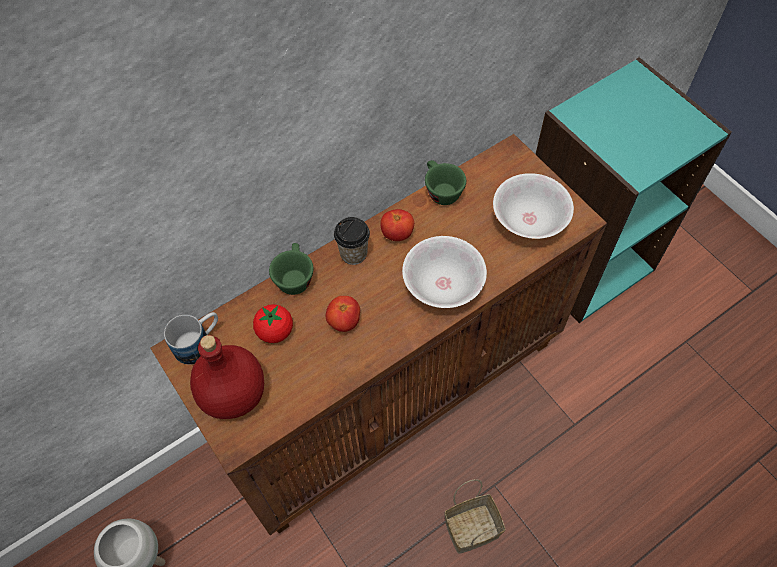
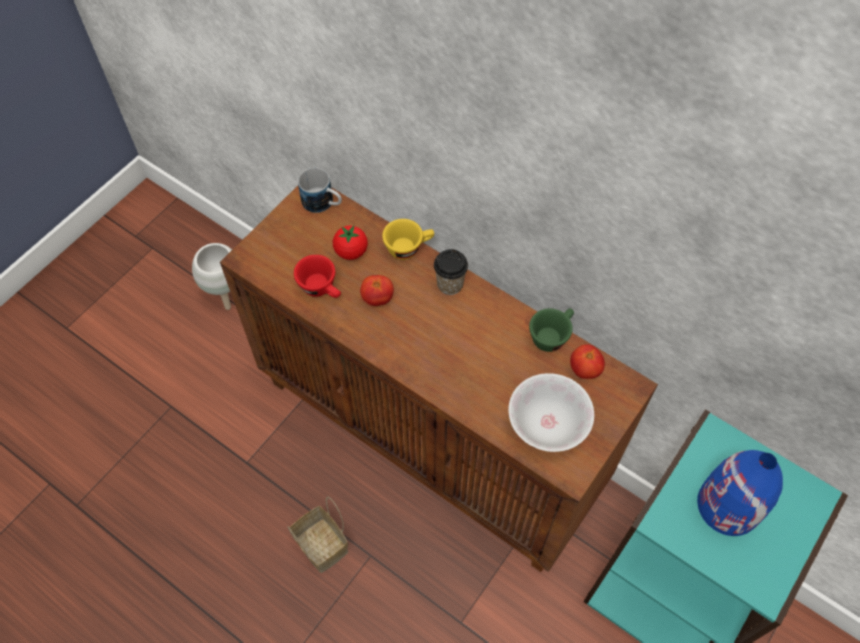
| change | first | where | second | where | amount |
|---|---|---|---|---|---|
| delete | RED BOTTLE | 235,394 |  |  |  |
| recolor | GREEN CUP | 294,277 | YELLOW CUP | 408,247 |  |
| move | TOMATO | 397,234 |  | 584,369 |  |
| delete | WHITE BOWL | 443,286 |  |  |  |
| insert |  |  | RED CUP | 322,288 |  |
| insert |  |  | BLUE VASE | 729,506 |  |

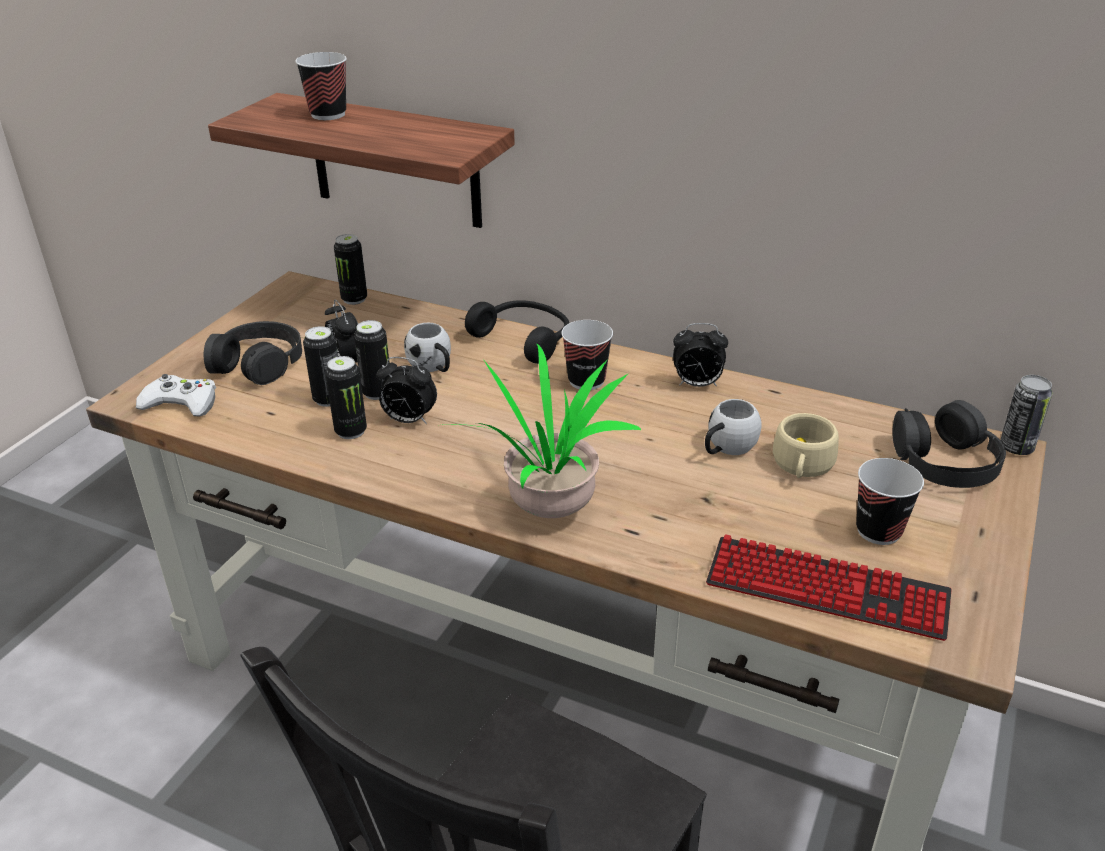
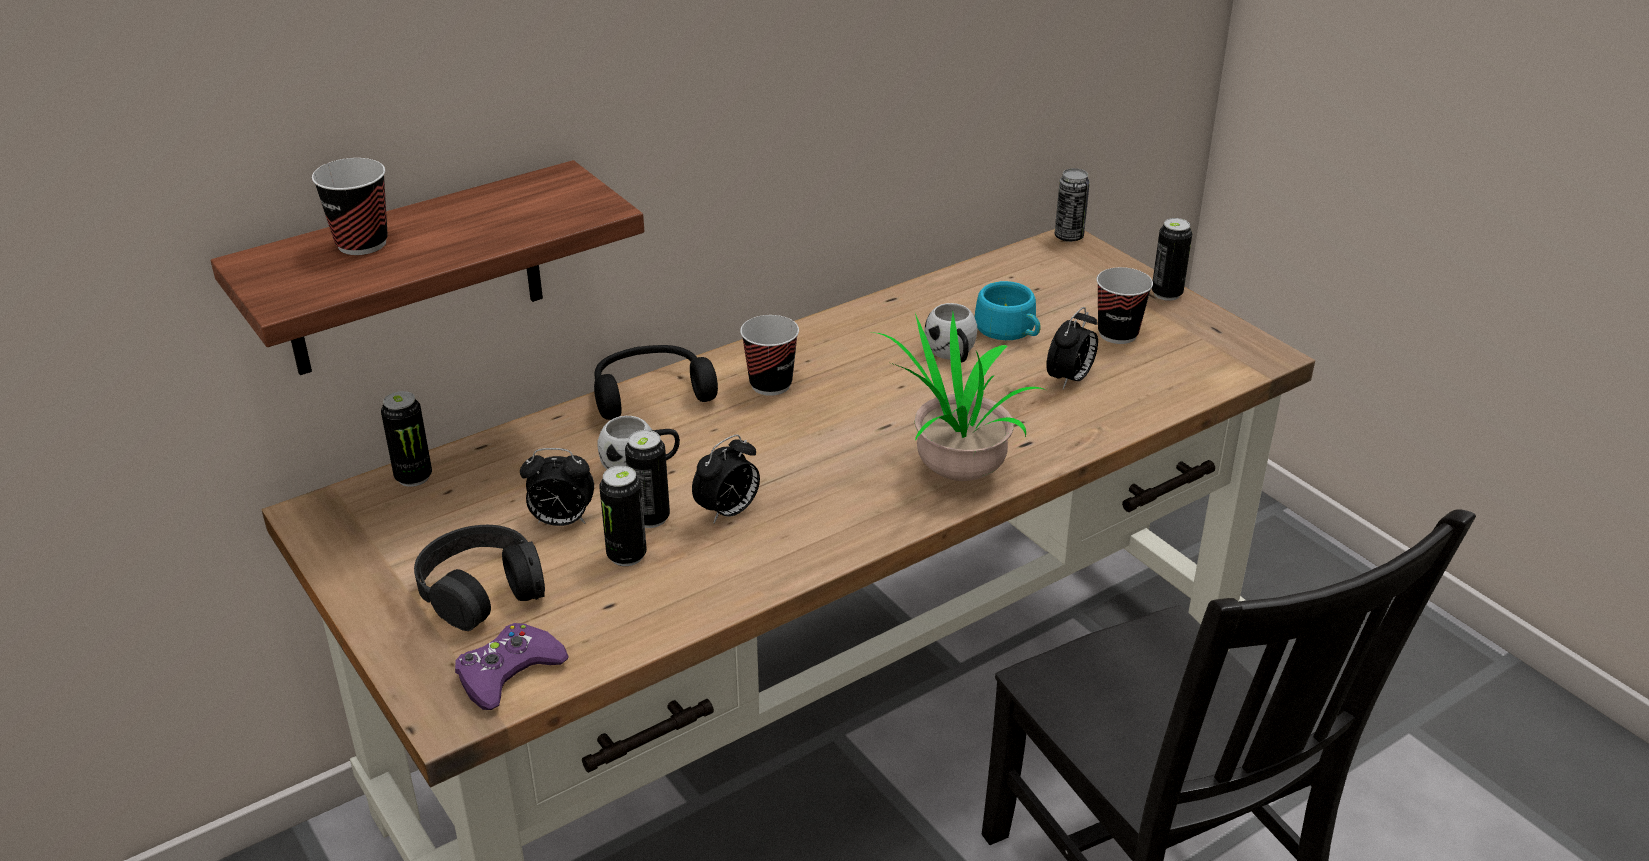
| change | first | where | second | where | amount |
|---|---|---|---|---|---|
| recolor | WHITE GAME CONTROLLER | 181,403 | PURPLE GAME CONTROLLER | 508,673 |  |
| move | CAN | 351,431 |  | 1166,294 |  |
| move | ALARM CLOCK | 697,384 |  | 1070,379 |  |
| delete | KEYBOARD | 826,590 |  |  |  |
| recolor | BEIGE CUP | 802,466 | TURQUOISE CUP | 1009,331 |  |
| delete | BLACK HEADPHONES | 945,461 |  |  |  |

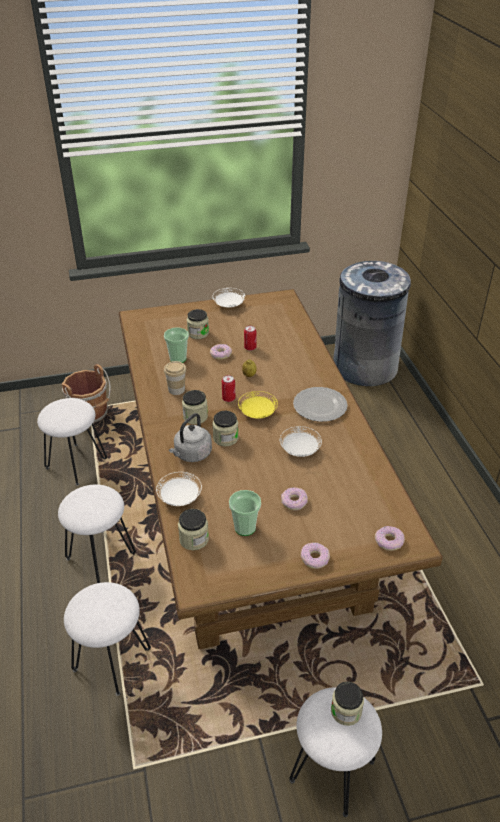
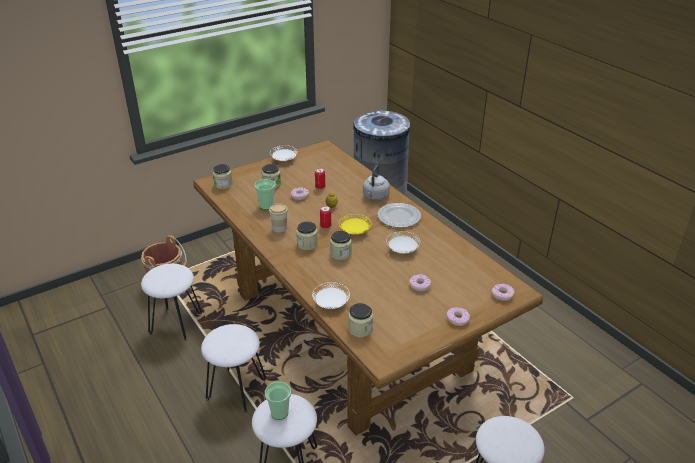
| change | first | where | second | where | amount |
|---|---|---|---|---|---|
| move | GREY KETTLE | 191,454 |  | 375,197 |  |
| move | CUP | 245,528 |  | 279,413 |  |
| move | JAR | 346,711 |  | 223,184 |  |

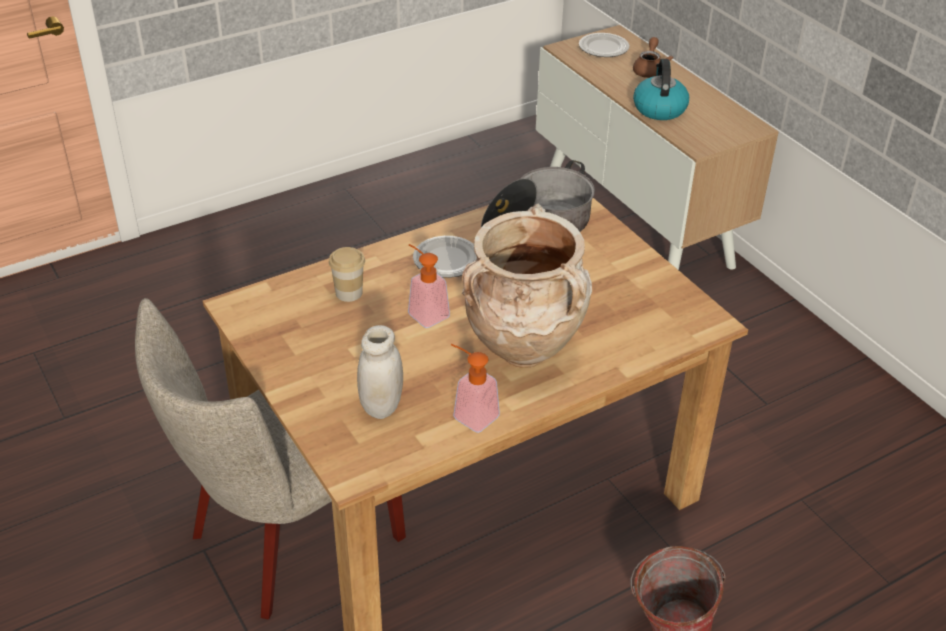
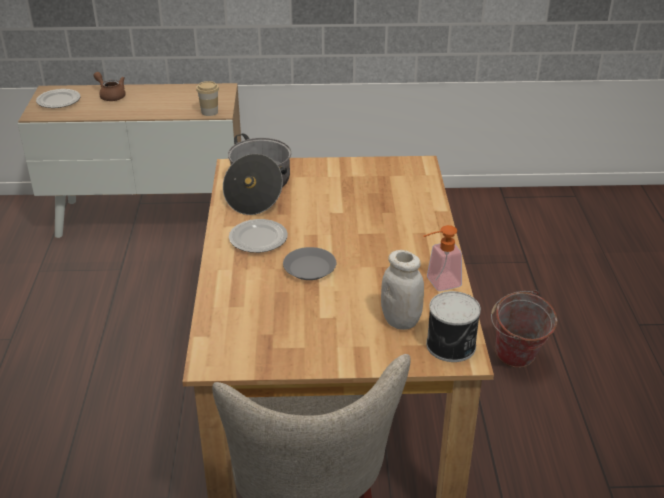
| change | first | where | second | where | amount |
|---|---|---|---|---|---|
| move | CUP | 349,293 |  | 209,112 |  |
| replace | SOAP DISPENSER | 424,312 | GREY PLATE | 310,268 |  |
| delete | BEIGE VASE | 524,356 |  |  |  |
| delete | KETTLE | 659,108 |  |  |  |
| insert |  |  | CAN | 452,346 |  |

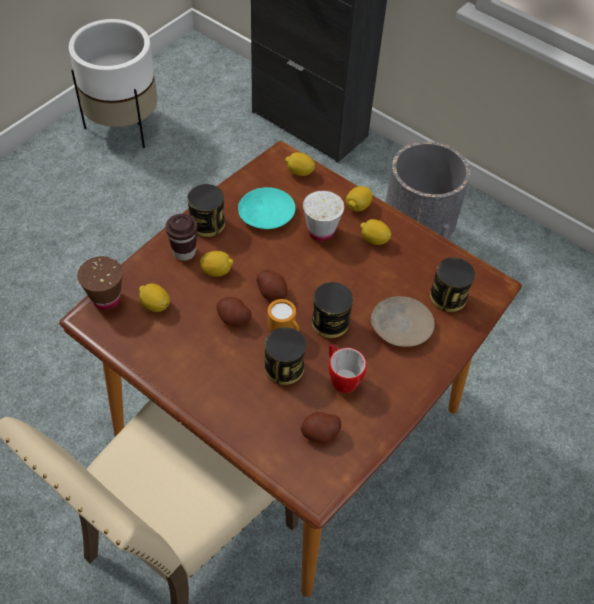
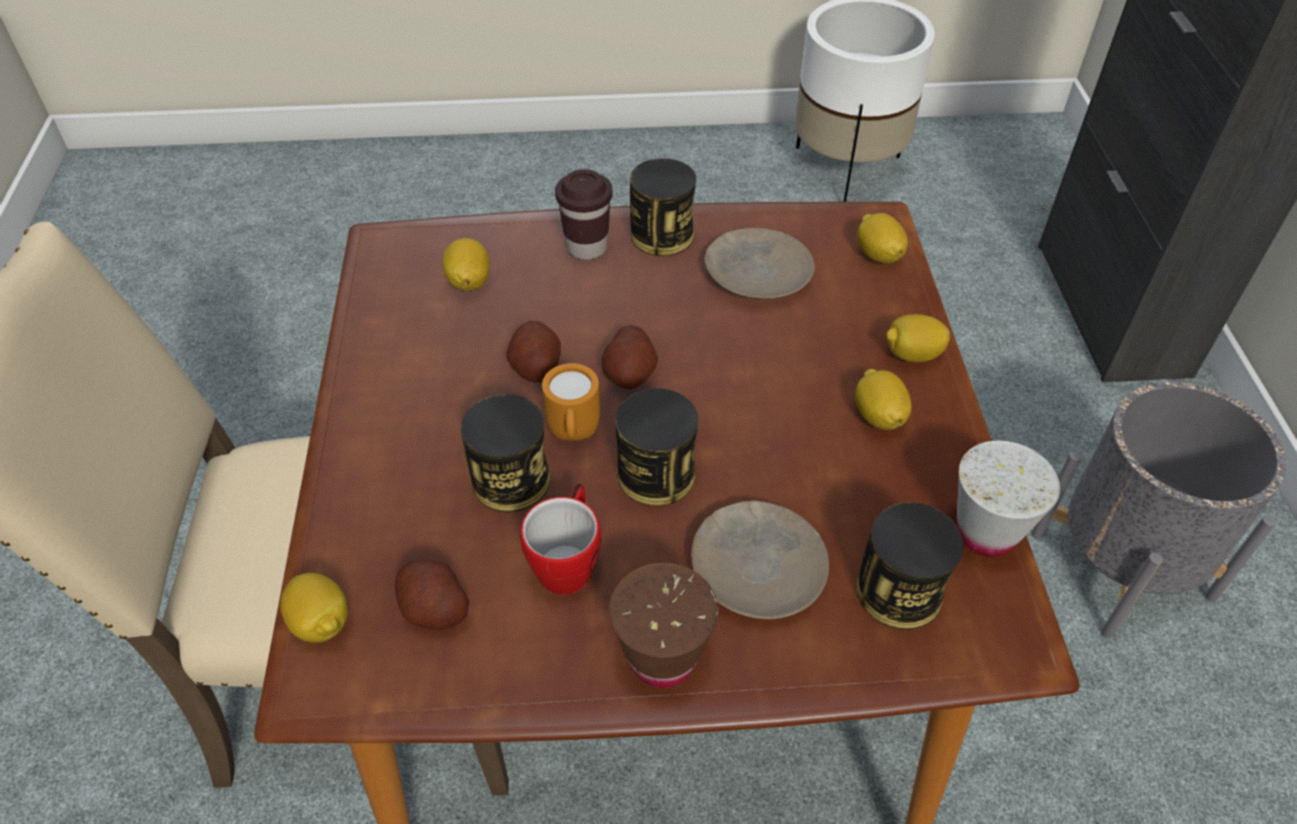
| change | first | where | second | where | amount |
|---|---|---|---|---|---|
| move | BROWN CUP | 106,299 |  | 662,659 |  |
| move | LEMON | 217,271 |  | 321,623 |  |
| recolor | TURQUOISE PLATE | 265,213 | BEIGE PLATE | 757,274 |  |
| move | WHITE CUP | 321,232 |  | 986,533 |  |

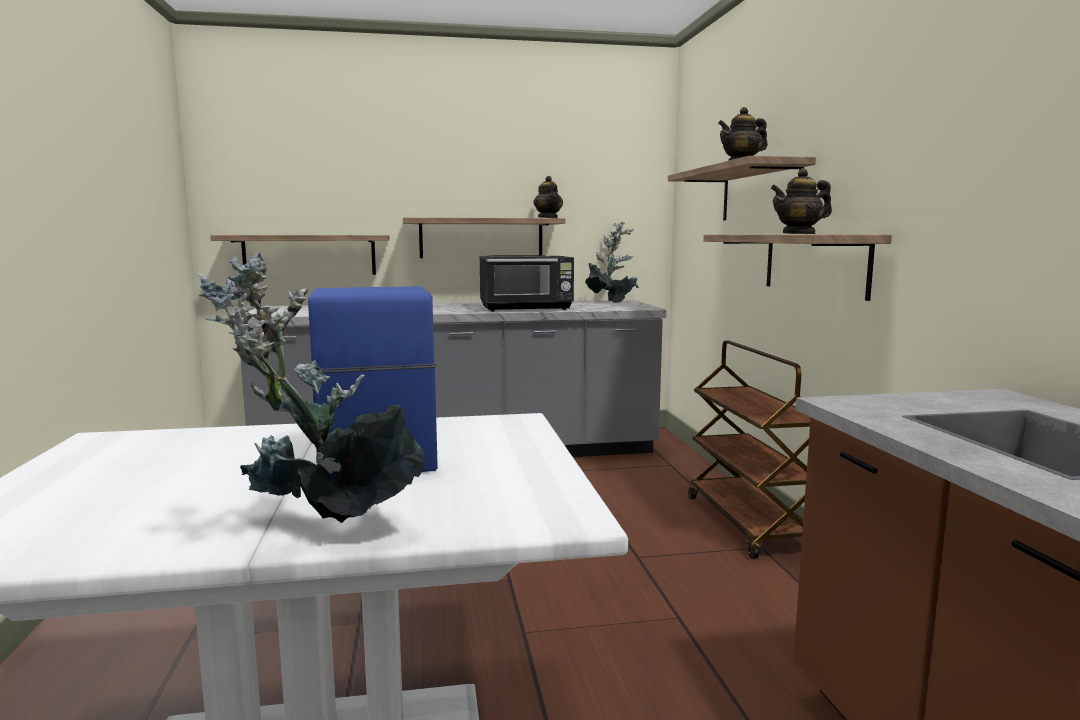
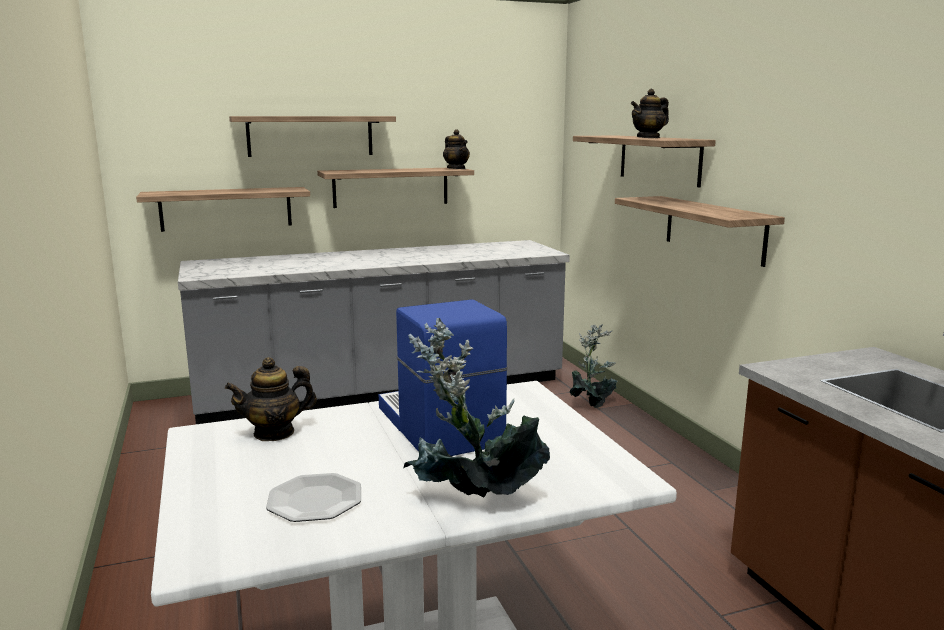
| change | first | where | second | where | amount |
|---|---|---|---|---|---|
| delete | BLACK MICROWAVE | 527,309 |  |  |  |
| move | POTTED PLANT | 612,301 |  | 592,404 |  |
| delete | BROWN CART | 749,524 |  |  |  |
| move | TEAPOT | 799,234 |  | 274,433 |  |
| insert |  |  | SHELF | 310,136 |  |
| insert |  |  | PLATE | 315,500 |  |

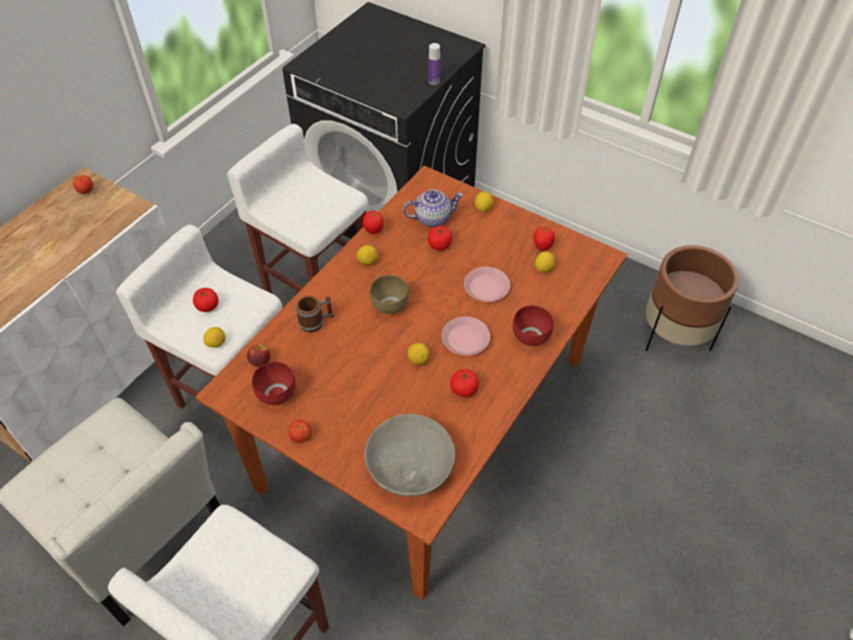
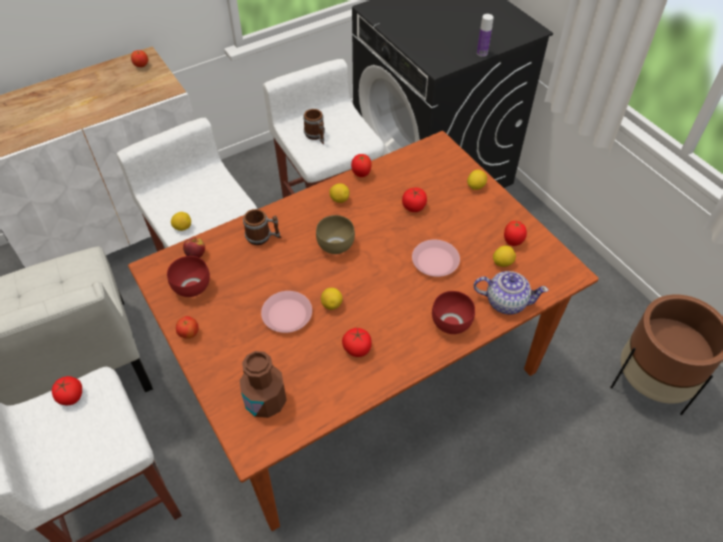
| change | first | where | second | where | amount |
|---|---|---|---|---|---|
| move | TOMATO | 207,306 |  | 71,396 |  |
| replace | GREY BOWL | 410,467 | BROWN BOTTLE | 265,401 |  |
| move | TEAPOT | 432,218 |  | 505,301 |  |
| move | PINK PLATE | 465,339 |  | 287,315 |  |
| insert |  |  | MUG | 316,136 |  |

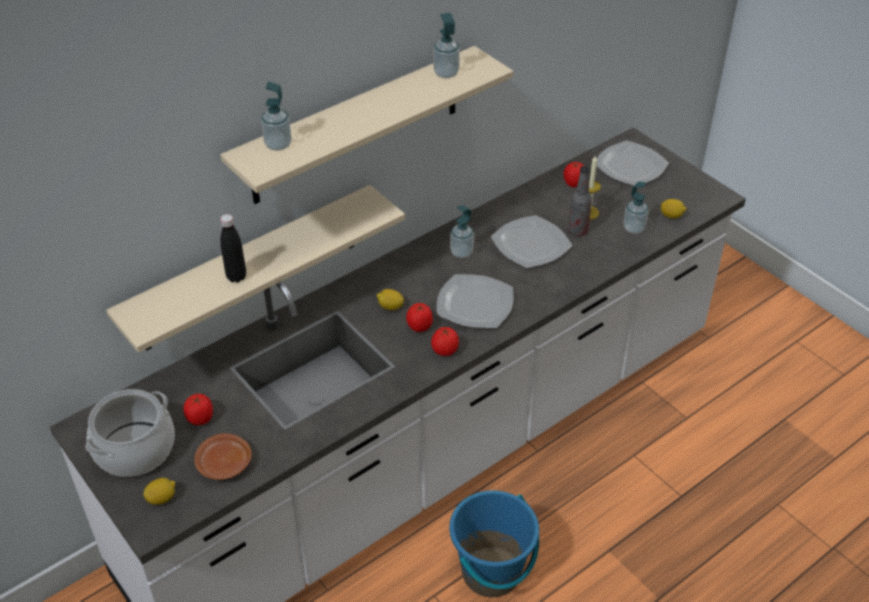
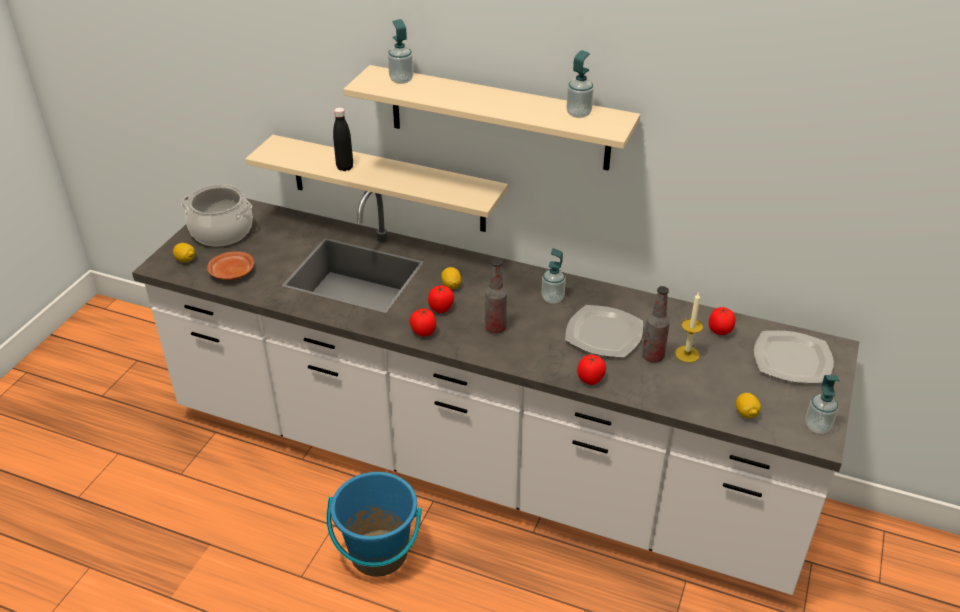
| change | first | where | second | where | amount |
|---|---|---|---|---|---|
| move | TOMATO | 200,418 |  | 590,379 |  |
| replace | PLATE | 474,303 | BOTTLE | 495,328 |  |
| move | SOAP DISPENSER | 633,228 |  | 817,426 |  |

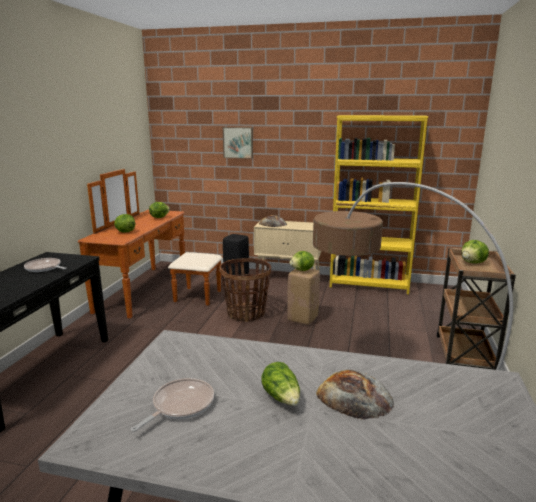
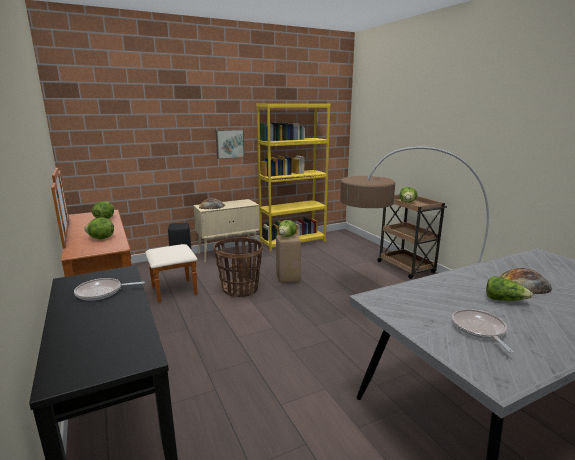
| change | first | where | second | where | amount |
|---|---|---|---|---|---|
| move | PICTURE | 238,142 |  | 229,143 |  |

